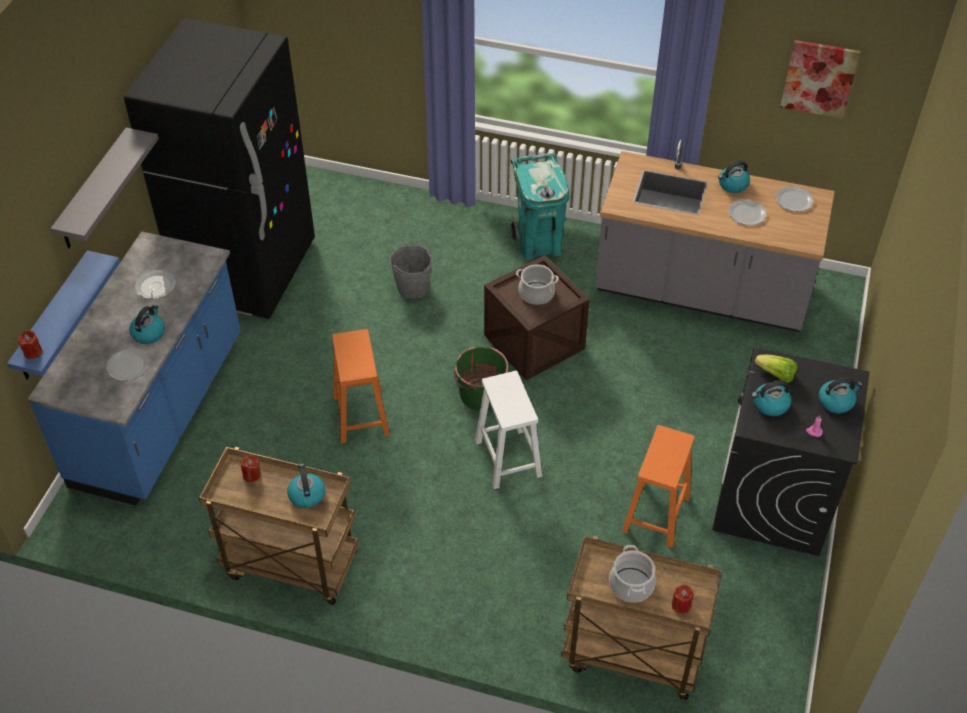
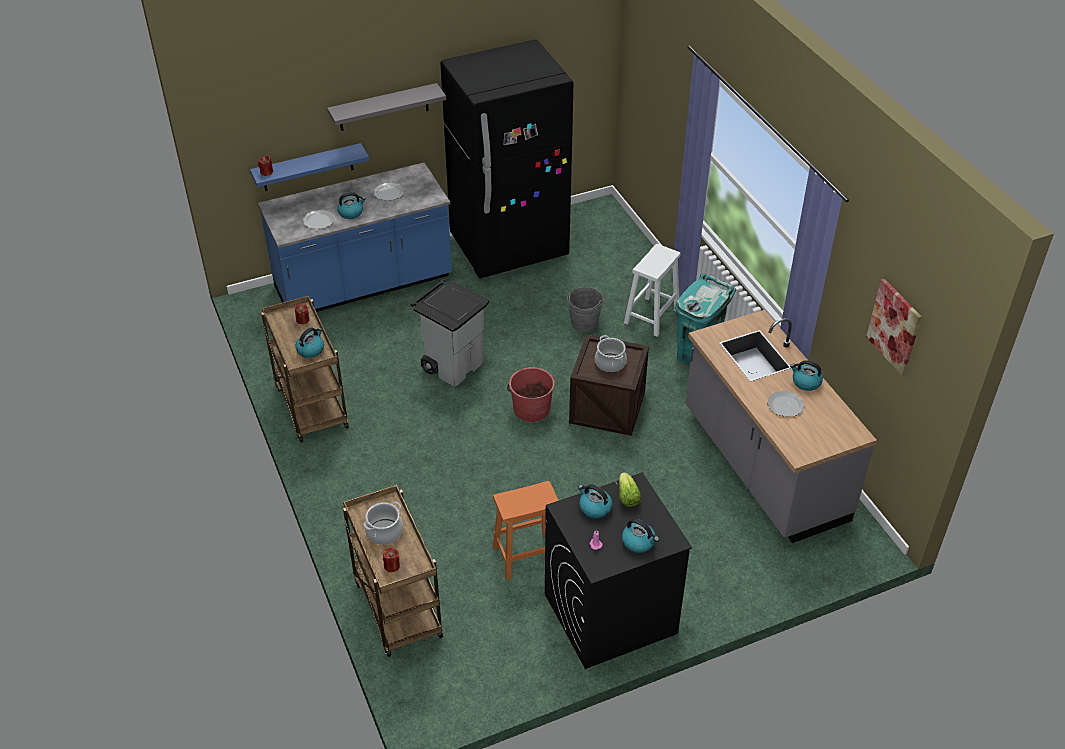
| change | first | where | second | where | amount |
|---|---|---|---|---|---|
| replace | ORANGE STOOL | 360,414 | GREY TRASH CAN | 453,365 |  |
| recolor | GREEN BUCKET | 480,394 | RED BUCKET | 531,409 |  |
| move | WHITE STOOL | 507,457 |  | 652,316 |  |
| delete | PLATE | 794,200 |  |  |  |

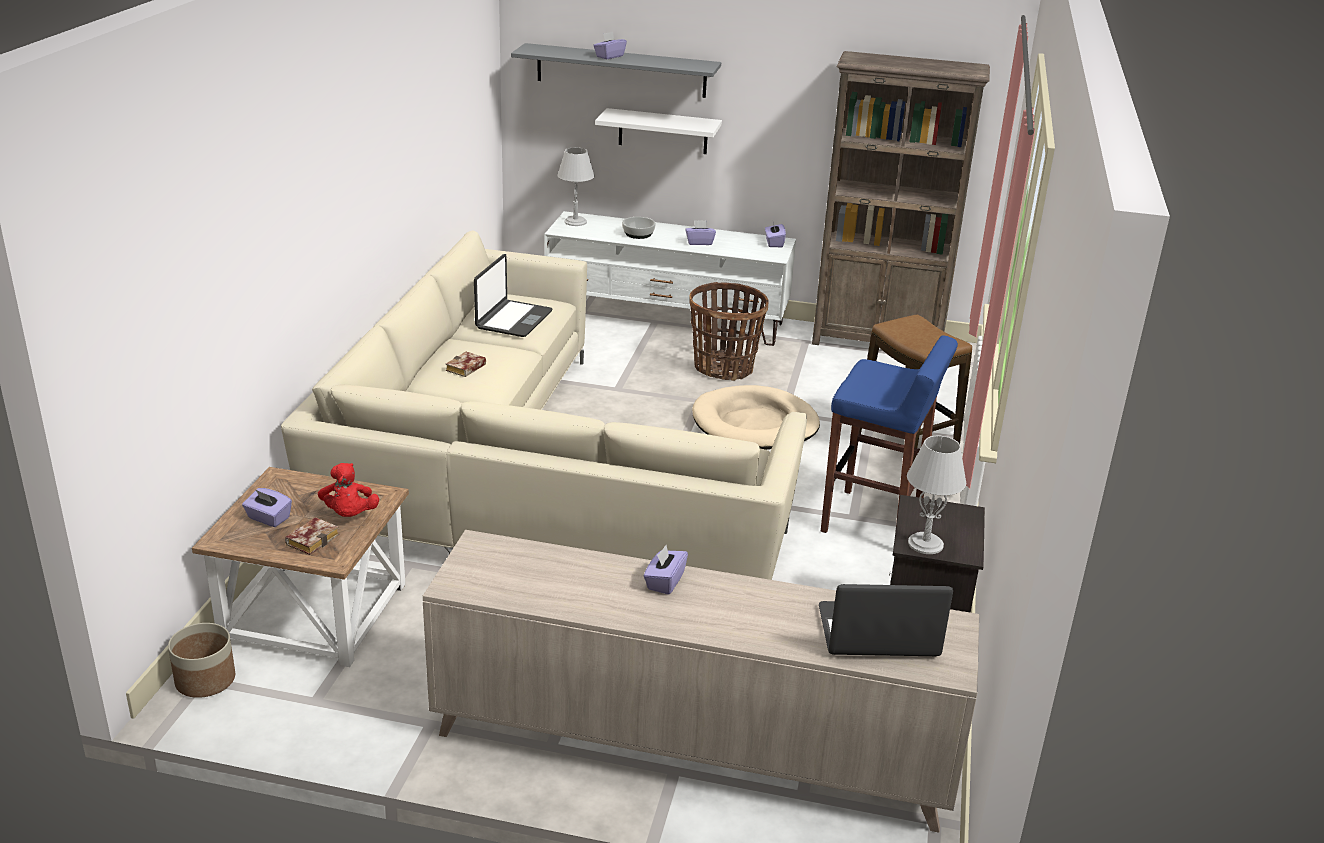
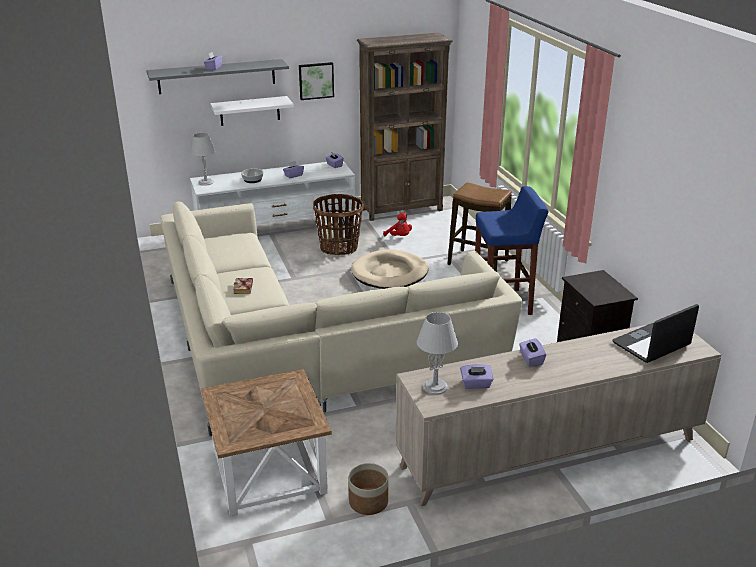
| change | first | where | second | where | amount |
|---|---|---|---|---|---|
| move | PLANTER | 205,680 |  | 368,502 |  |
| move | PURPLE TISSUE BOX | 268,518 |  | 476,384 |  |
| delete | BOOK | 313,539 |  |  |  |
| move | RED PLUSH TOY | 349,515 |  | 399,237 |  |
| delete | LAPTOP | 513,320 |  |  |  |
| move | GREY TABLE LAMP | 926,544 |  | 435,387 |  |
| insert |  |  | PICTURE | 316,80 |  |

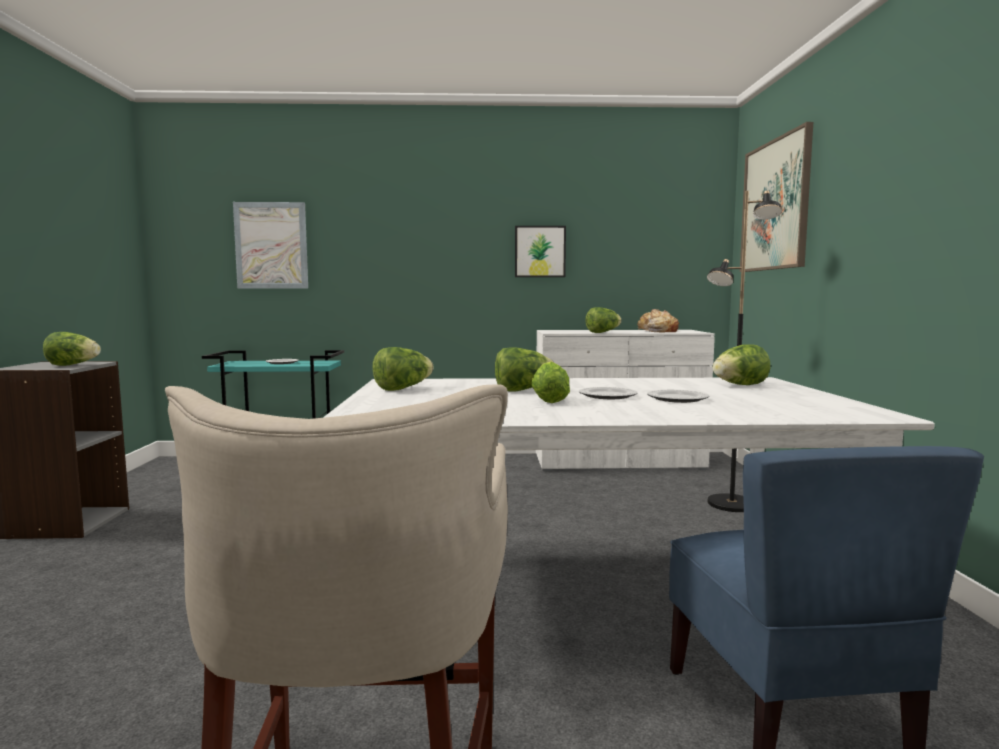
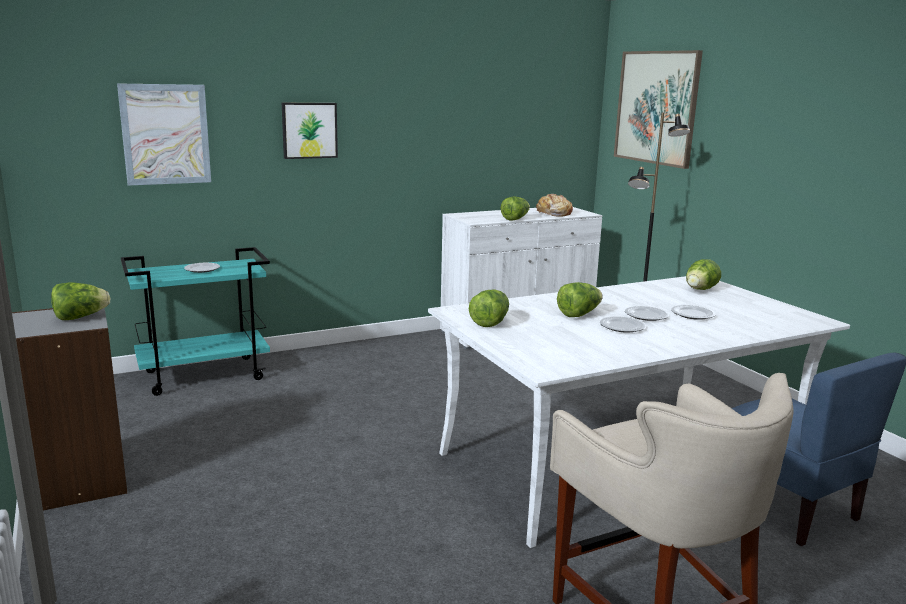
| change | first | where | second | where | amount |
|---|---|---|---|---|---|
| move | PICTURE | 540,251 |  | 309,130 |  |
| replace | LETTUCE | 549,400 | PLATE | 622,327 |  |

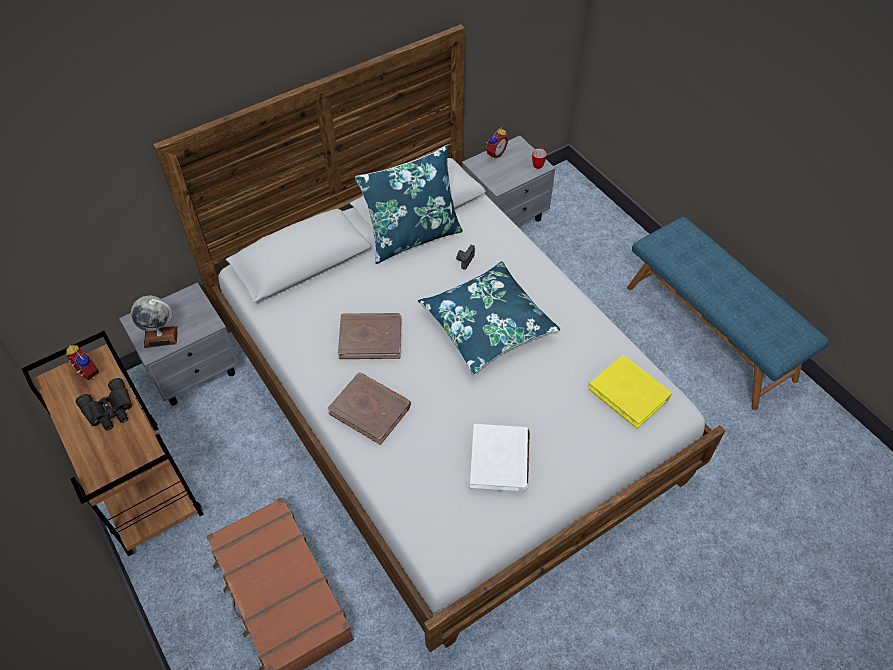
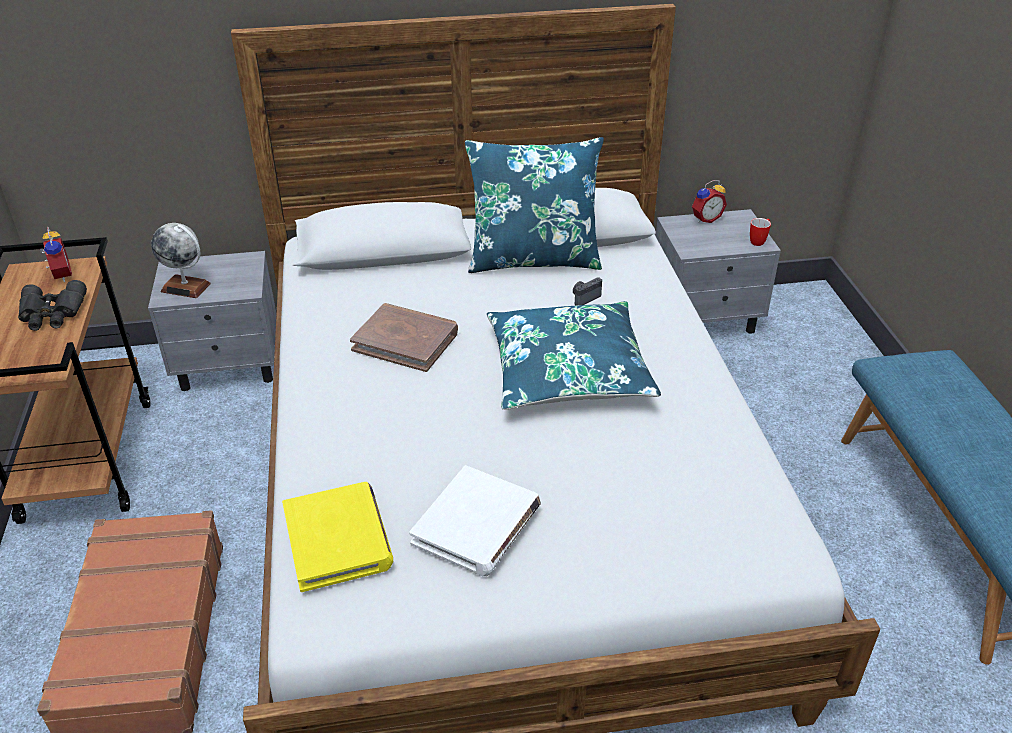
| change | first | where | second | where | amount |
|---|---|---|---|---|---|
| delete | BROWN BOOK | 370,409 |  |  |  |
| move | YELLOW BOOK | 629,393 |  | 338,539 |  |

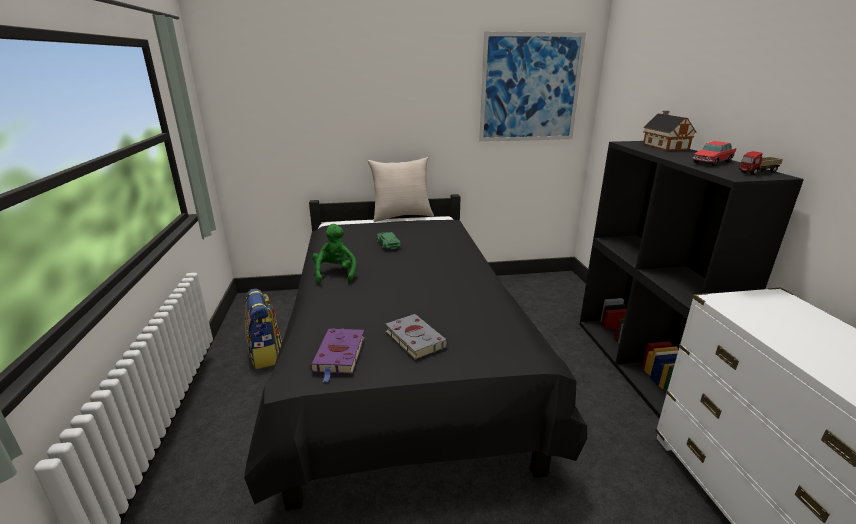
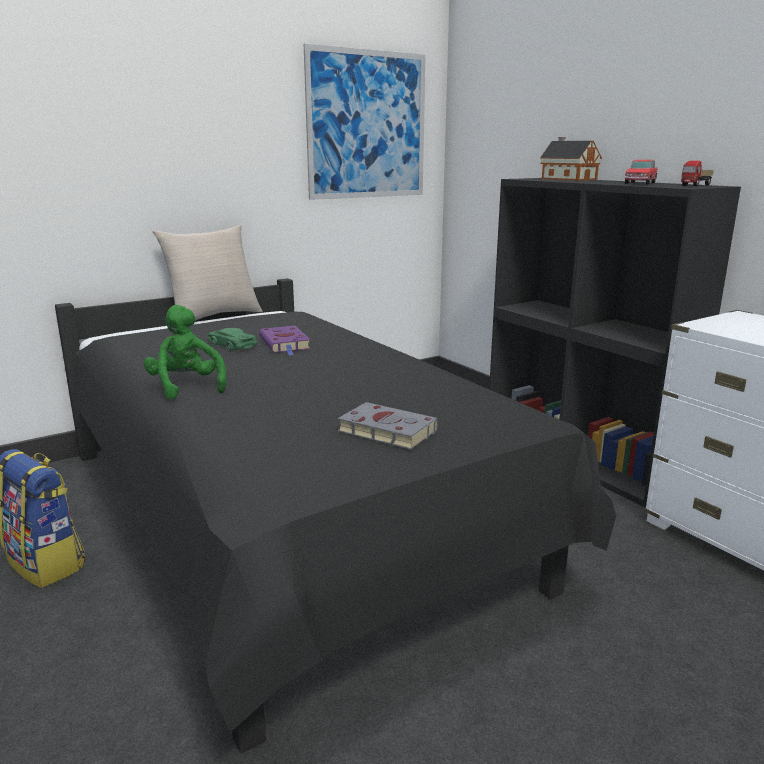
| change | first | where | second | where | amount |
|---|---|---|---|---|---|
| move | PURPLE BOOK | 339,355 |  | 285,344 |  |

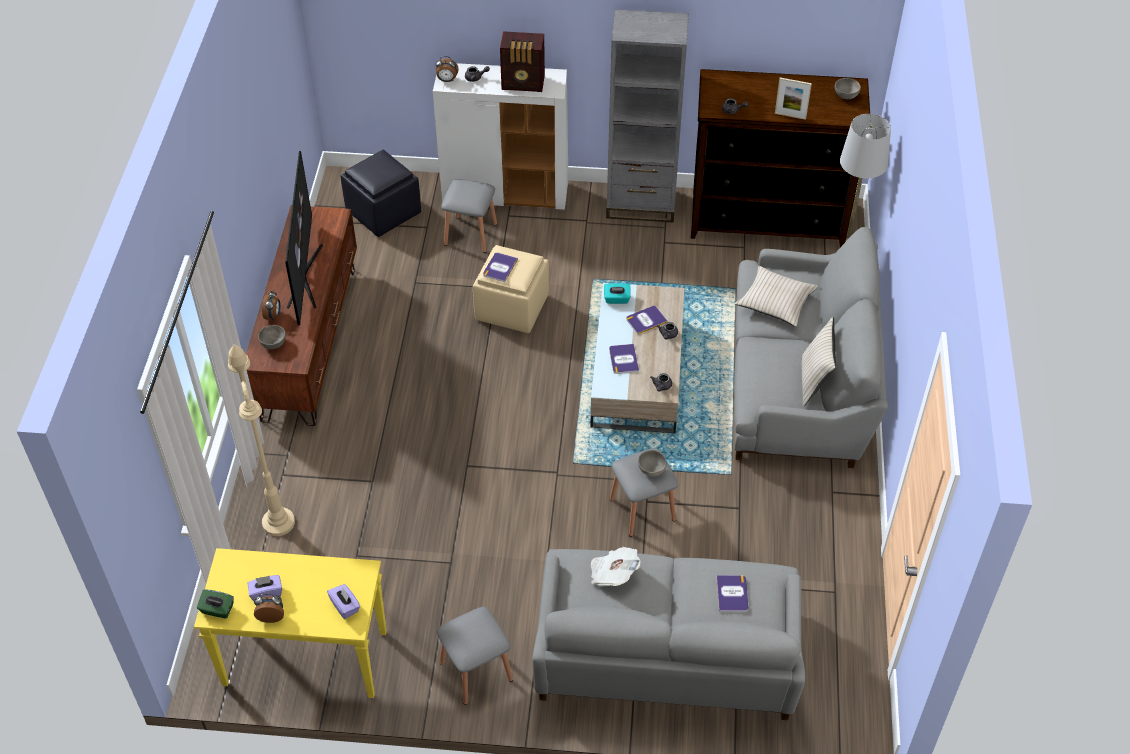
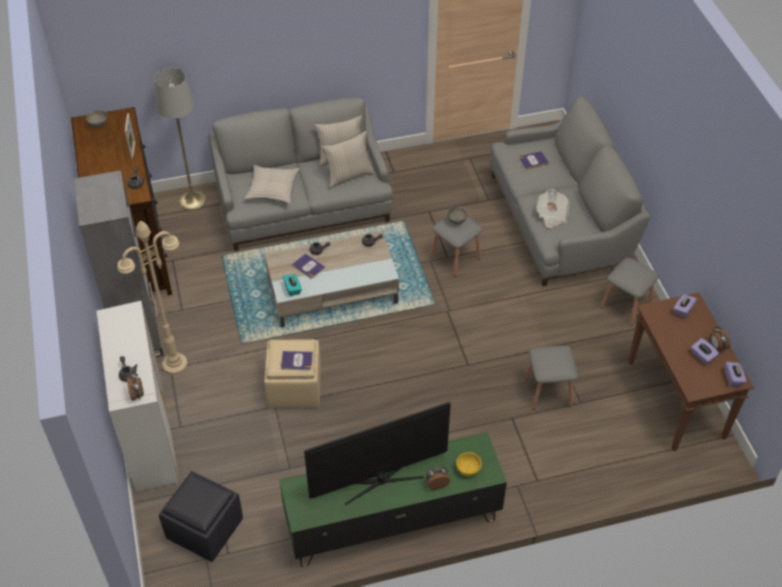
| change | first | where | second | where | amount |
|---|---|---|---|---|---|
| recolor | YELLOW CONSOLE TABLE | 304,659 | BROWN CONSOLE TABLE | 676,400 |  |
| recolor | GREEN TISSUE BOX | 217,610 | PURPLE TISSUE BOX | 733,378 |  |
| move | BEIGE FLOOR LAMP | 278,522 |  | 174,365 |  |
| recolor | BROWN TV STAND | 310,342 | GREEN TV STAND | 391,521 |  |
| recolor | GREY BOWL | 274,344 | YELLOW BOWL | 467,469 |  |
| move | GREY STOOL | 470,234 |  | 548,391 |  |
| delete | RADIO | 524,83 |  |  |  |
| delete | BOOK | 623,359 |  |  |  |
| insert |  |  | BEIGE PILLOW | 348,176 |  |

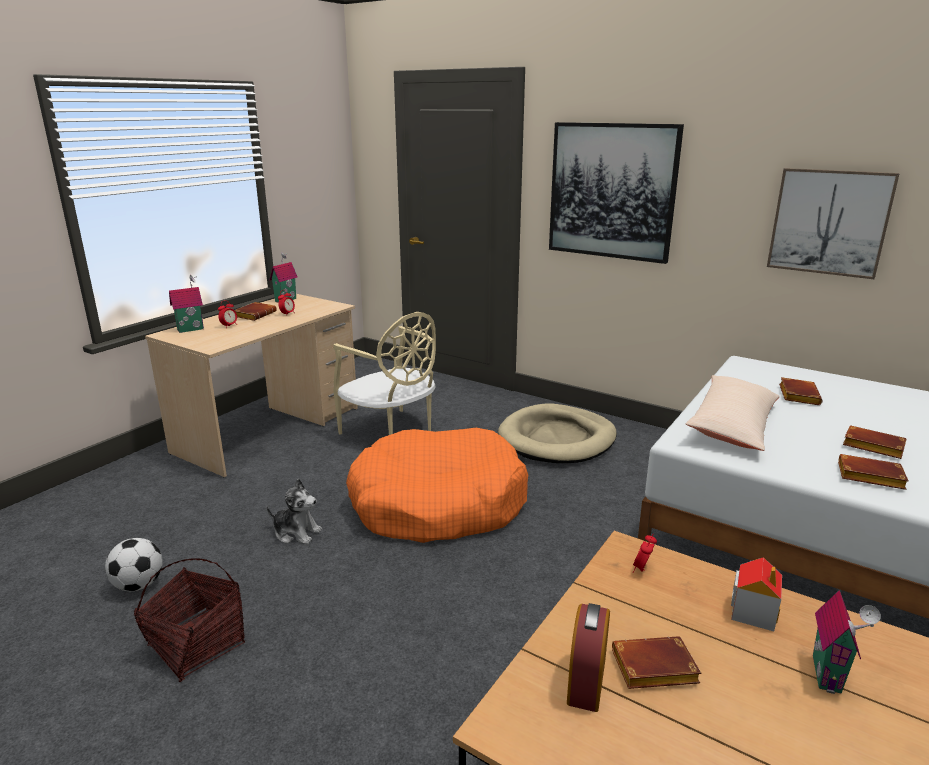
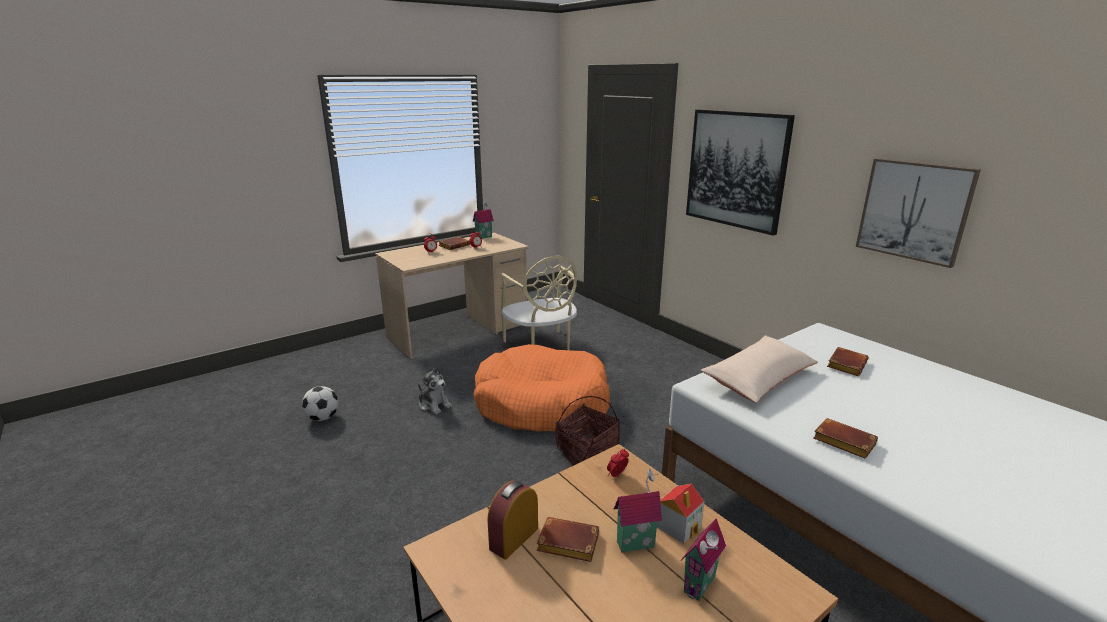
| change | first | where | second | where | amount |
|---|---|---|---|---|---|
| move | BASKET | 196,645 |  | 586,455 |  |
| move | TOY HOUSE | 190,329 |  | 635,542 |  |
| delete | BEIGE DOG BED | 557,439 |  |  |  |
| delete | BROWN BOOK | 871,447 |  |  |  |

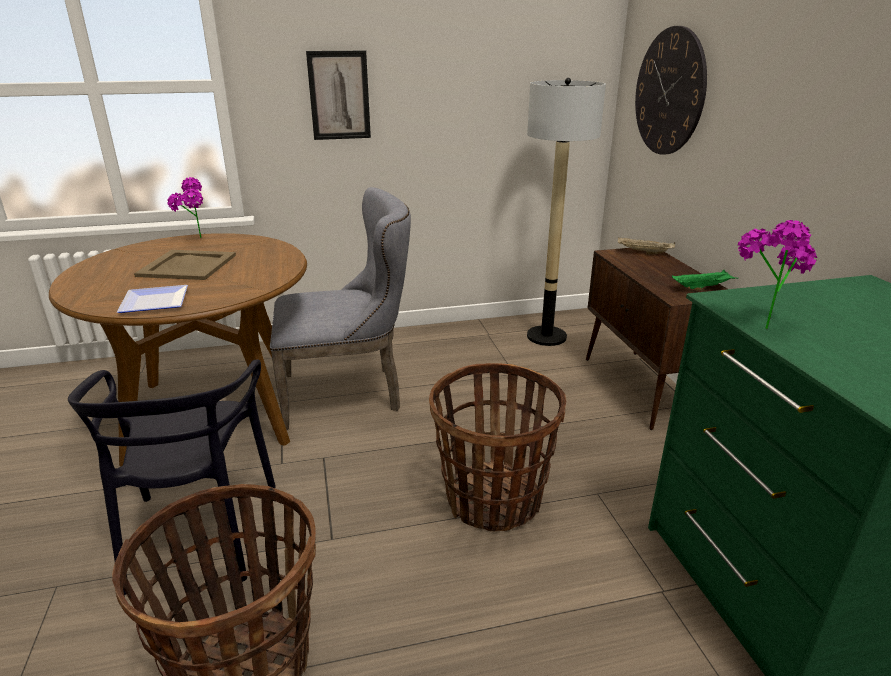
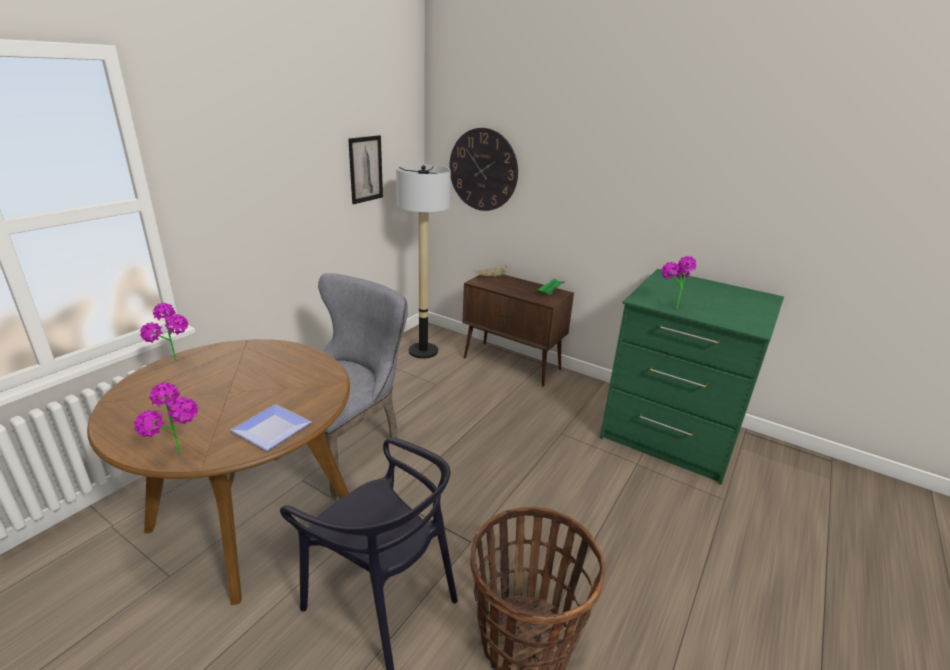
| change | first | where | second | where | amount |
|---|---|---|---|---|---|
| delete | BEIGE TRAY | 187,265 |  |  |  |
| move | PICTURE | 339,95 |  | 365,169 |  |
| delete | BASKET | 493,500 |  |  |  |
| insert |  |  | POTTED PLANT | 180,458 |  |

